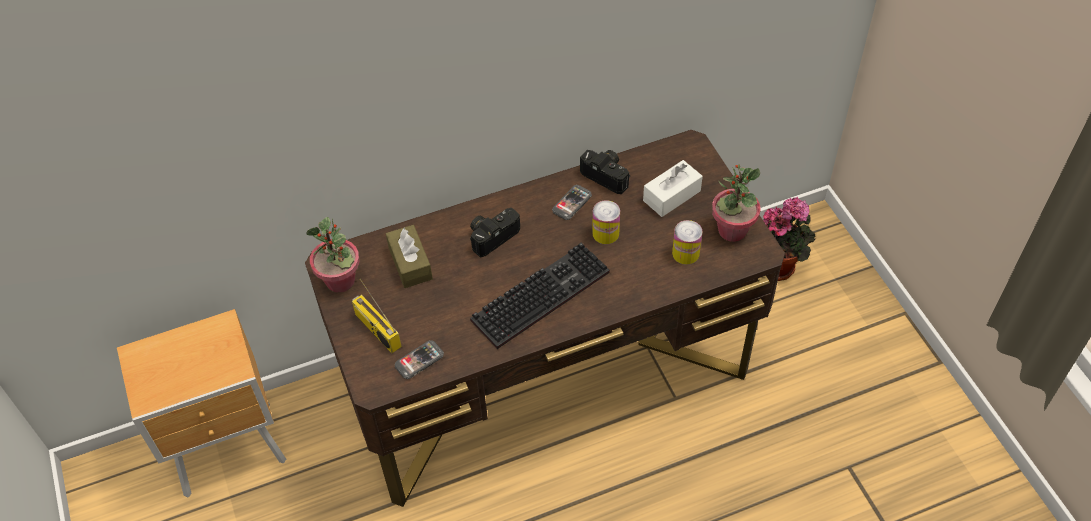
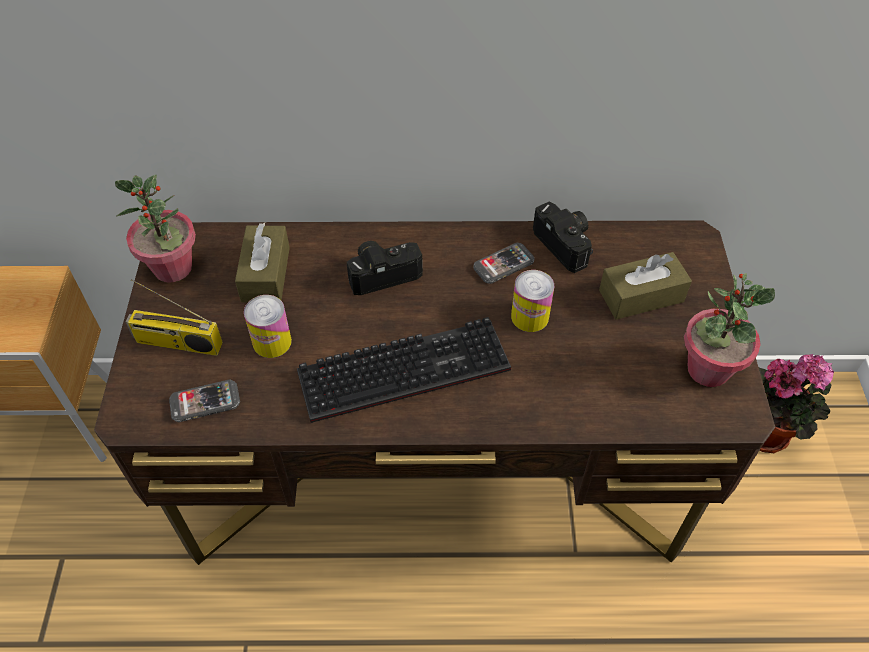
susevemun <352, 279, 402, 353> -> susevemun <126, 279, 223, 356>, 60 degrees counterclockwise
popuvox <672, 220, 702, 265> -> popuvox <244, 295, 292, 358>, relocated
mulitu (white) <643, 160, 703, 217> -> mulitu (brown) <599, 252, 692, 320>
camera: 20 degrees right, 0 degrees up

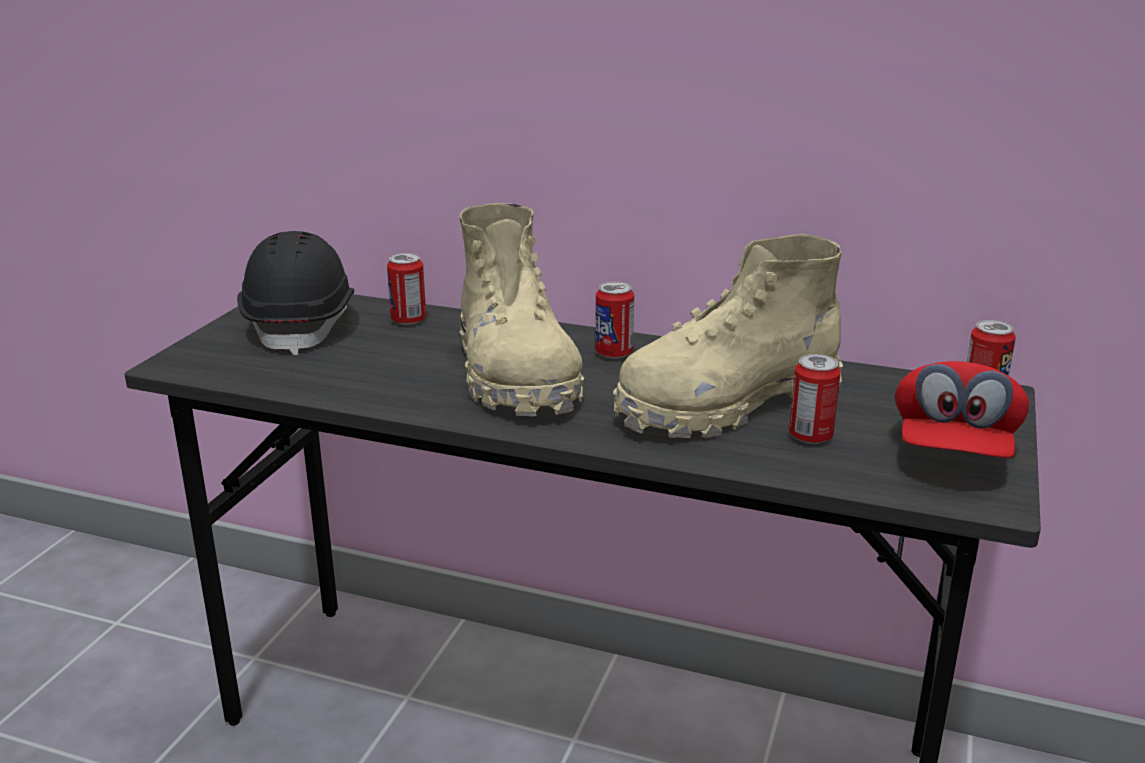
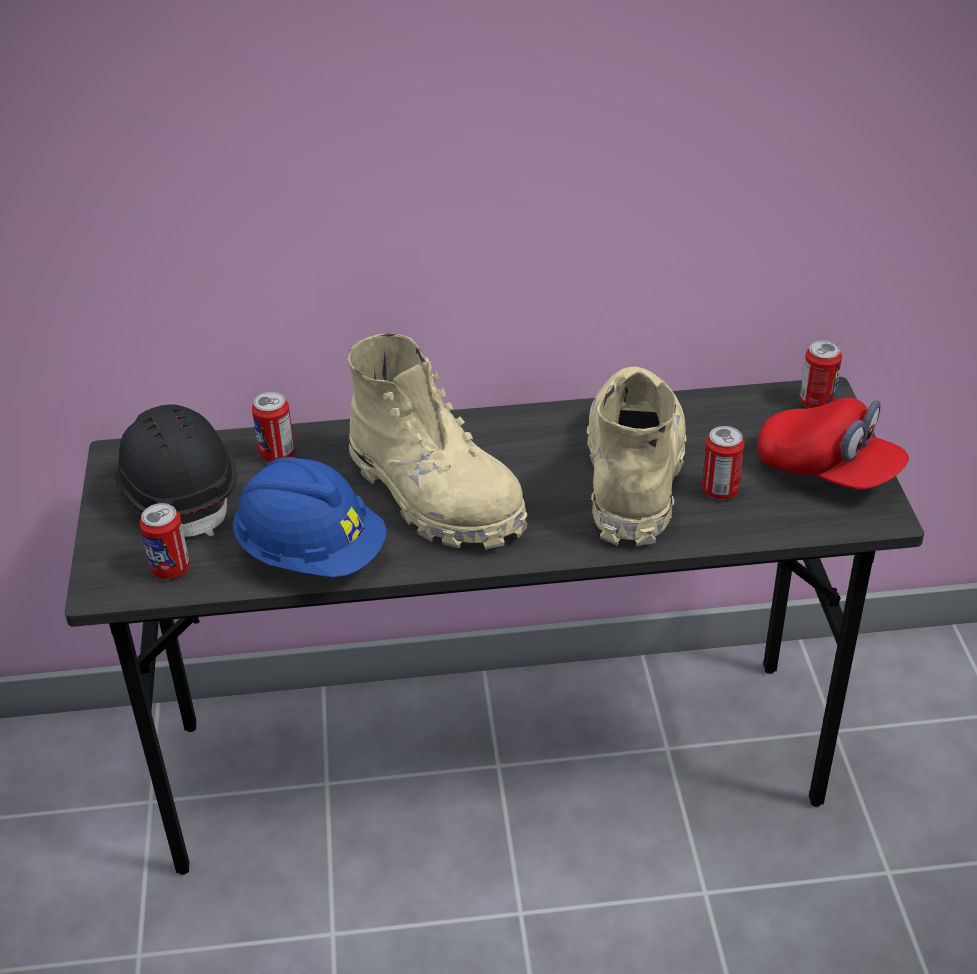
popuvox <595, 281, 634, 359> -> popuvox <140, 503, 190, 579>, relocated
none -> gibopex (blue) <233, 457, 387, 578>
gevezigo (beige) <613, 234, 843, 438> -> gevezigo (beige) <587, 367, 687, 546>, 150 degrees clockwise
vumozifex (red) <895, 361, 1029, 458> -> vumozifex (red) <757, 397, 909, 490>, 45 degrees counterclockwise
camera: 25 degrees left, 15 degrees up

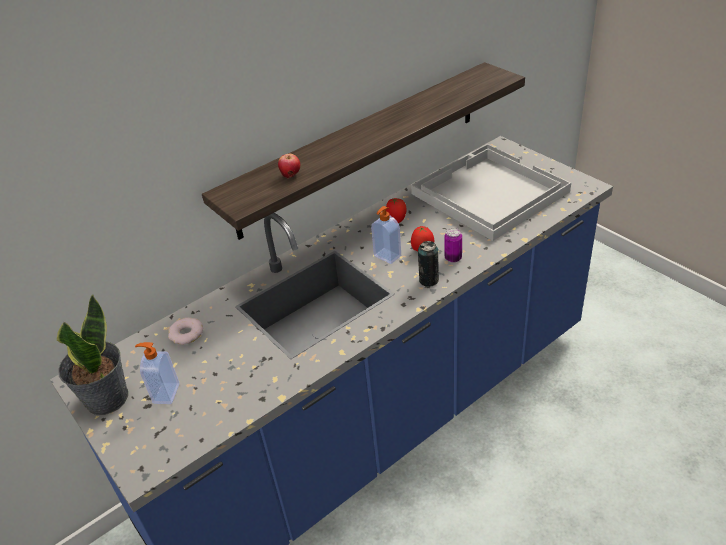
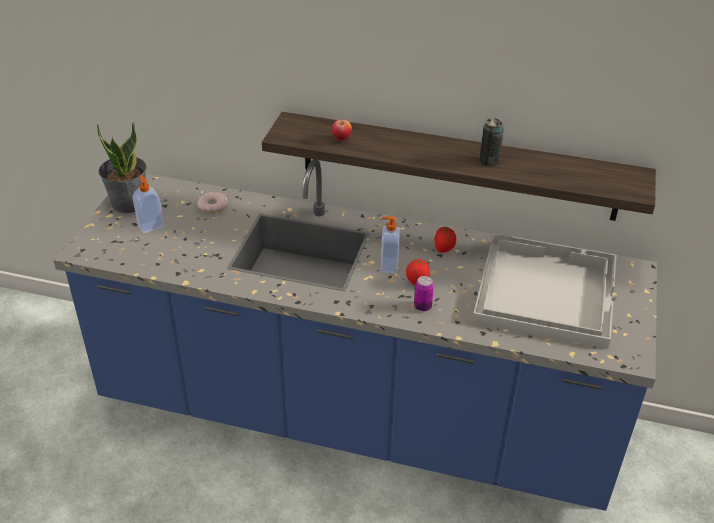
popuvox <418, 241, 439, 287> -> popuvox <479, 118, 504, 167>, relocated
camera: 50 degrees right, 0 degrees up

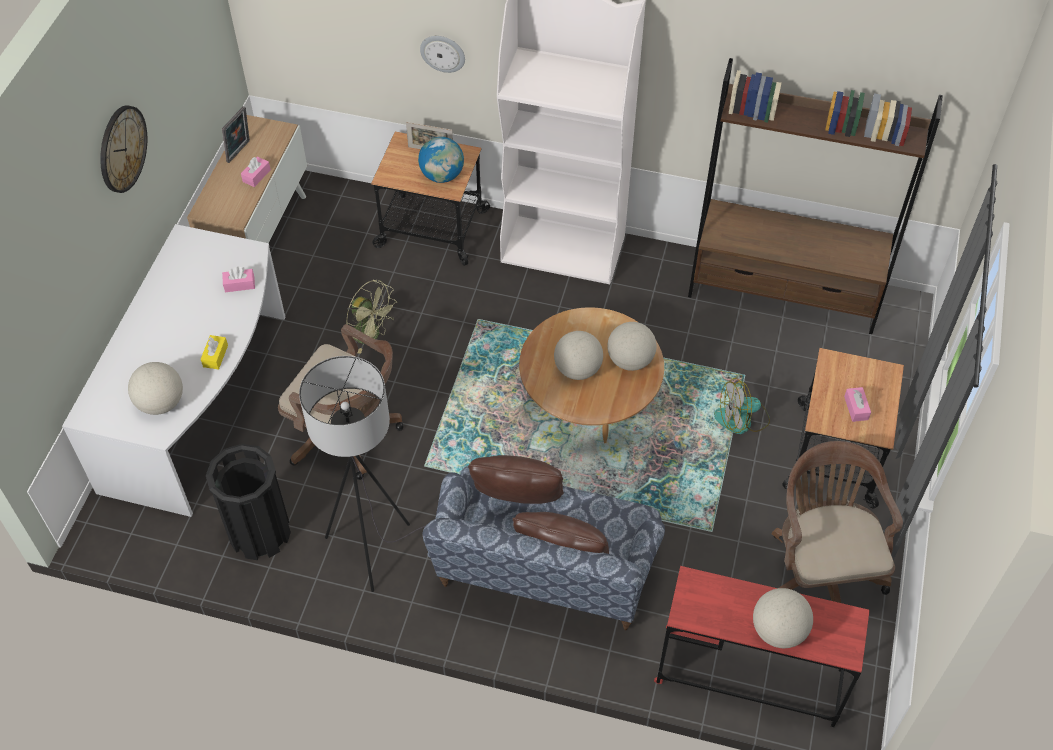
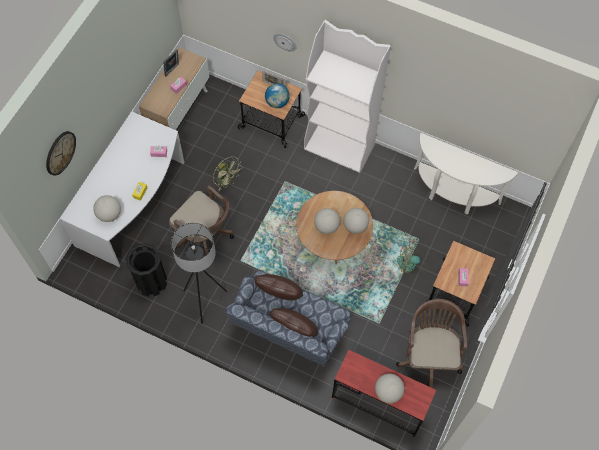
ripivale <100, 105, 147, 193> -> ripivale <46, 131, 76, 176>, relocated
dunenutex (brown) <688, 58, 943, 334> -> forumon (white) <414, 133, 518, 214>
camera: 10 degrees right, 10 degrees up

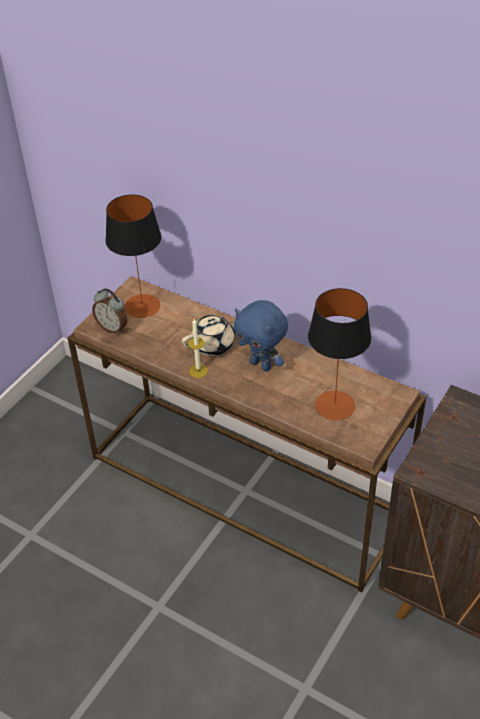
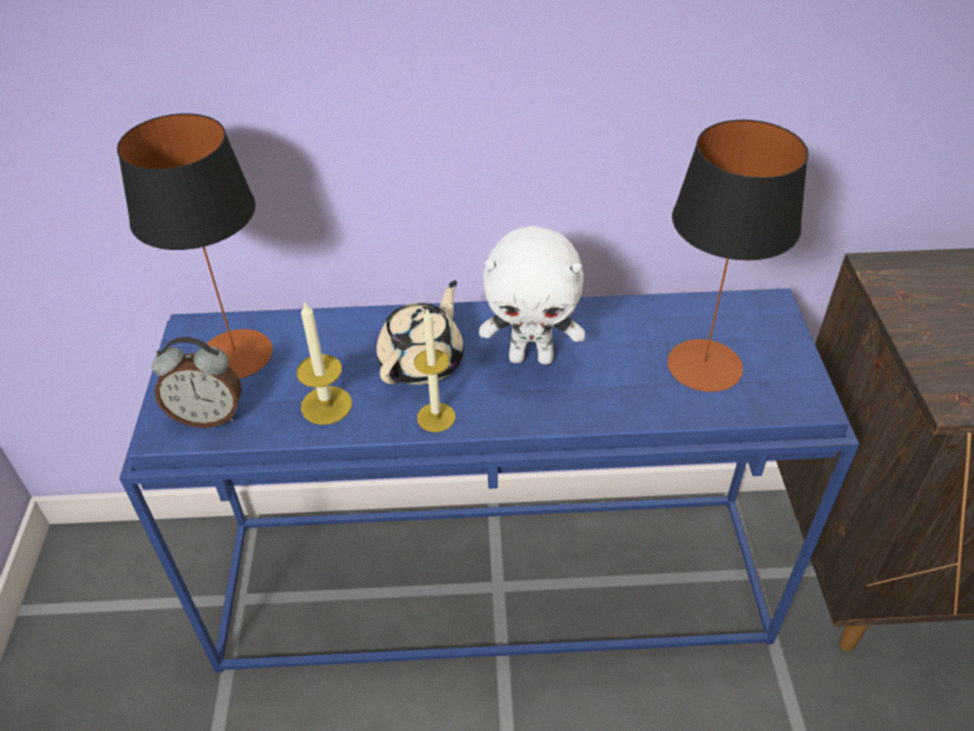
forumon (brown) <68, 276, 427, 593> -> forumon (blue) <119, 288, 859, 673>
none -> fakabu <296, 301, 352, 425>
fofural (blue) <234, 300, 288, 372> -> fofural (white) <479, 226, 585, 365>
camera: 35 degrees left, 0 degrees up

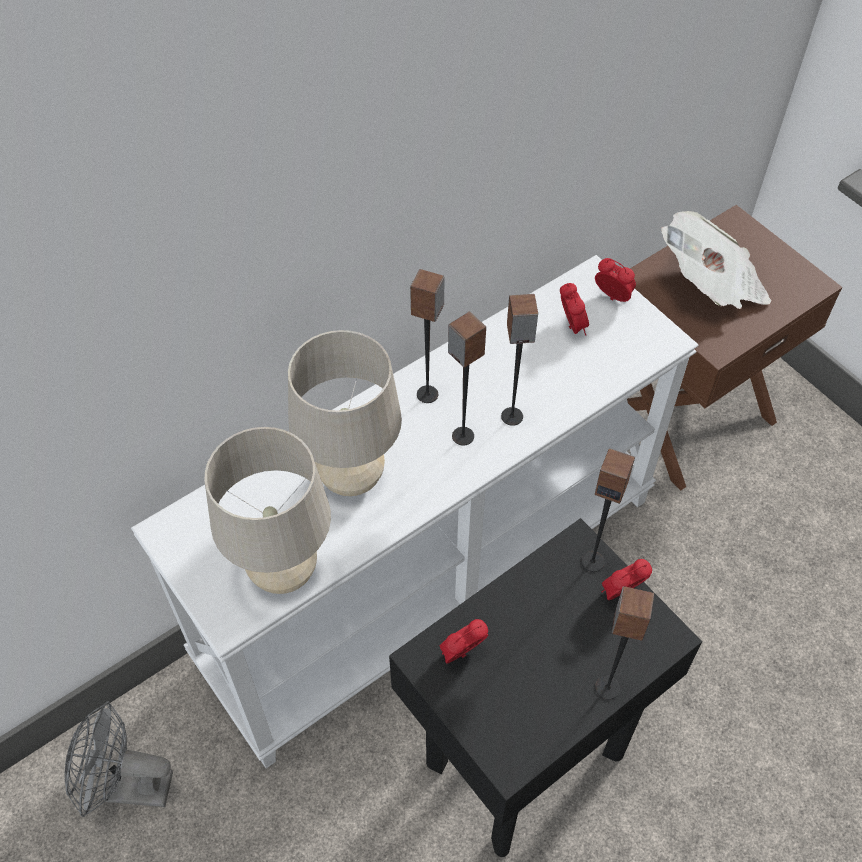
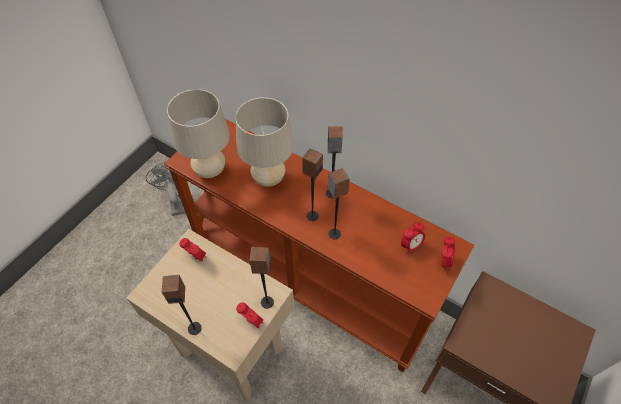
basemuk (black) <389, 518, 702, 857> -> basemuk (beige) <126, 229, 294, 400>
forumon (white) <131, 255, 699, 768> -> forumon (brown) <164, 119, 474, 372>
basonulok <661, 211, 771, 309> -> none
camera: 70 degrees right, 0 degrees up

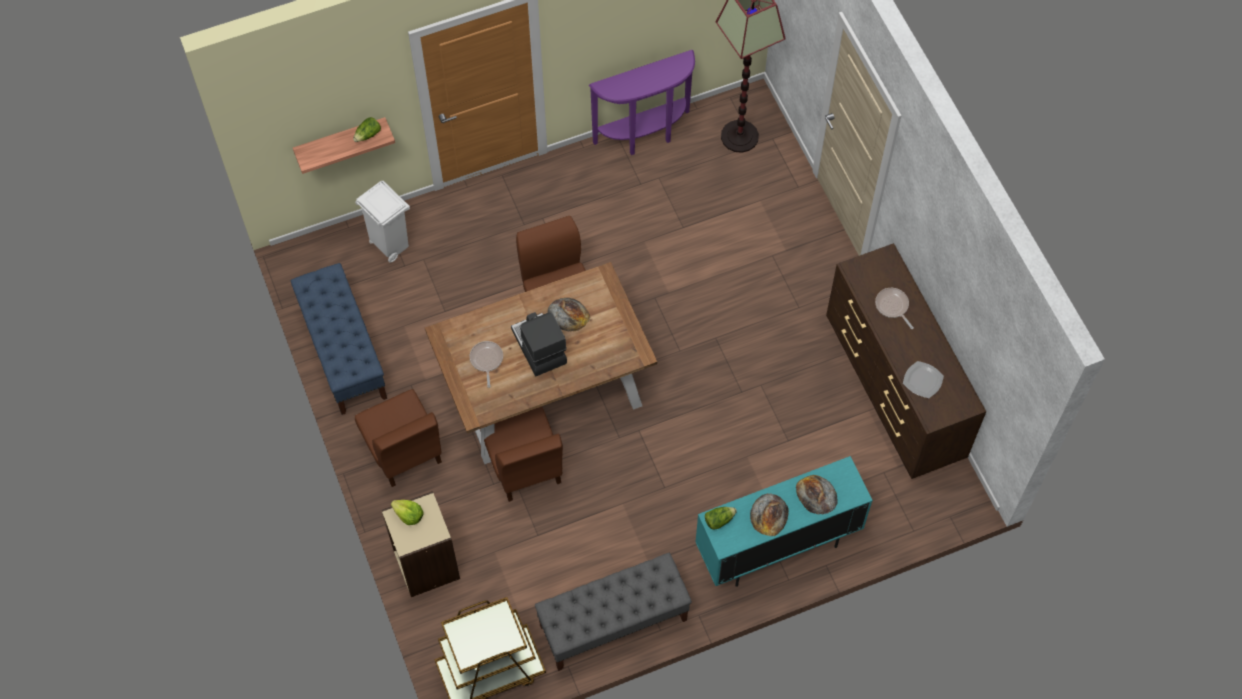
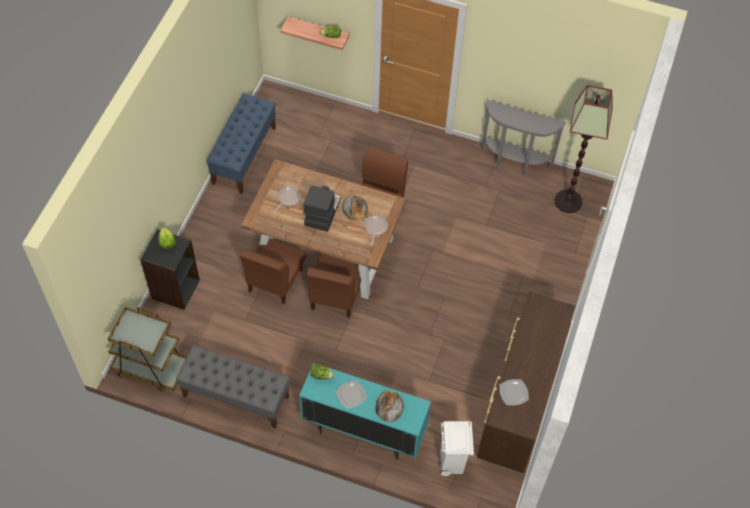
dunenutex (beige) <381, 491, 460, 597> -> dunenutex (black) <140, 229, 200, 310>
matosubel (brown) <355, 389, 442, 487> -> matosubel (brown) <306, 253, 361, 318>, relocated
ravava <750, 493, 789, 536> -> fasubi <336, 380, 367, 409>
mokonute <875, 288, 914, 329> -> mokonute <364, 215, 388, 246>, relocated
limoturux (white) <355, 181, 410, 262> -> limoturux (white) <440, 421, 474, 476>, relocated
forumon (purple) <589, 50, 695, 155> -> forumon (grey) <481, 100, 566, 176>
camera: 40 degrees right, 5 degrees down

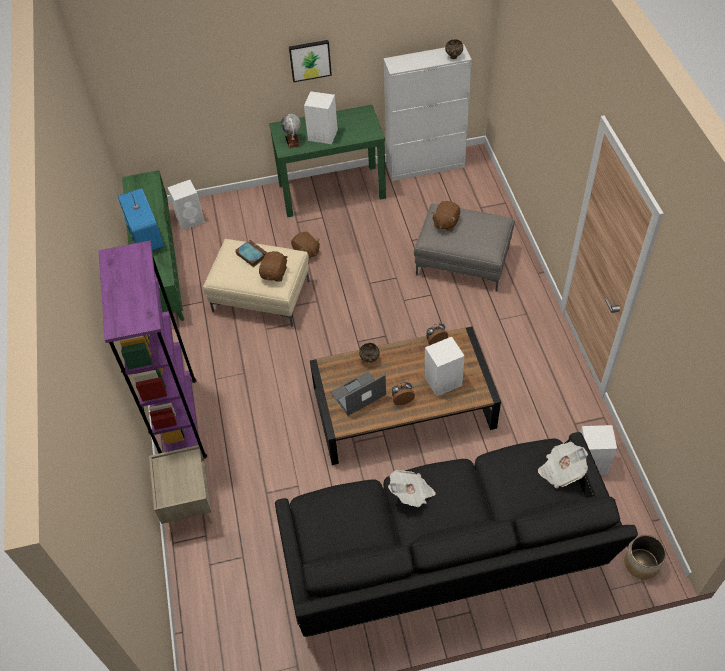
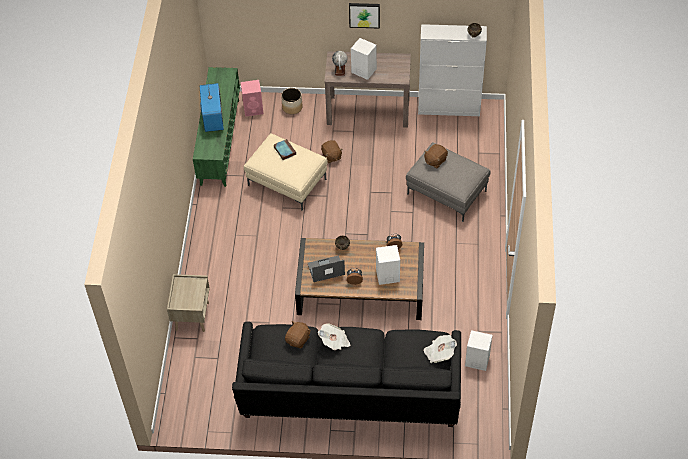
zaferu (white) <167, 180, 205, 230> -> zaferu (pink) <241, 80, 263, 117>
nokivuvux <625, 535, 666, 580> -> nokivuvux <281, 88, 302, 114>, relocated
fofural (brown) <259, 251, 287, 282> -> fofural (brown) <285, 321, 311, 348>, relocated
forumon (green) <269, 105, 386, 217> -> forumon (brown) <324, 51, 411, 128>
dunenutex (purple) <99, 241, 207, 459> -> none
camera: 15 degrees right, 0 degrees up

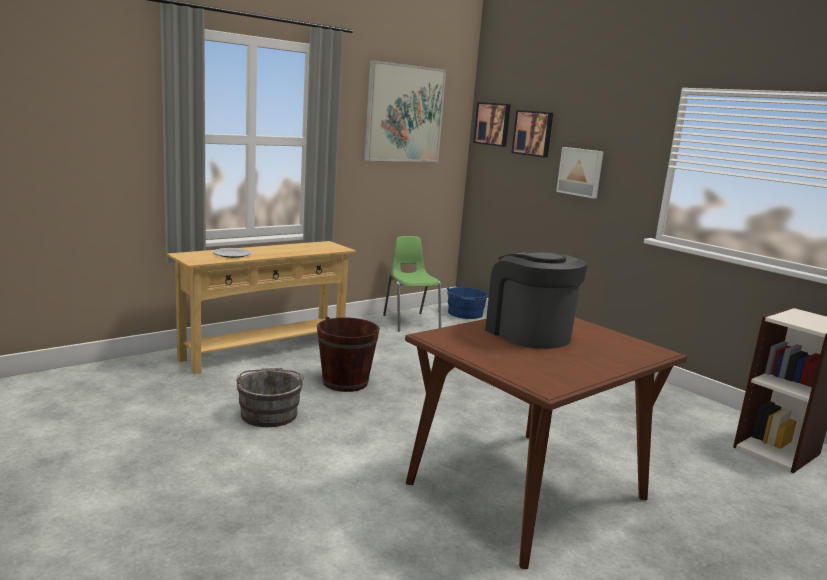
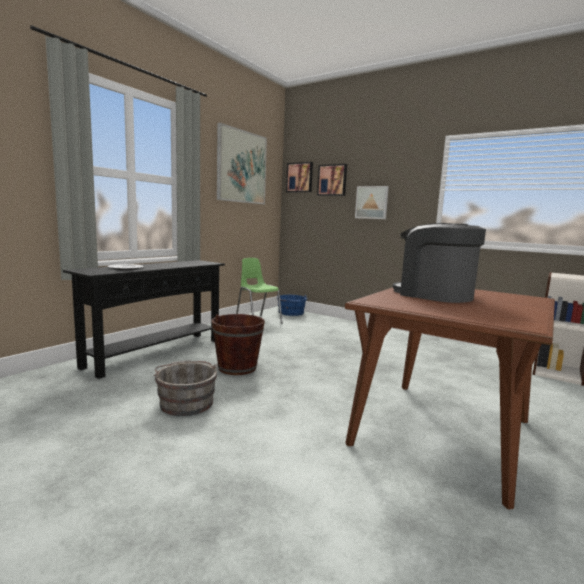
forumon (beige) <167, 241, 356, 374> -> forumon (black) <63, 260, 225, 379>
camera: 15 degrees left, 5 degrees down

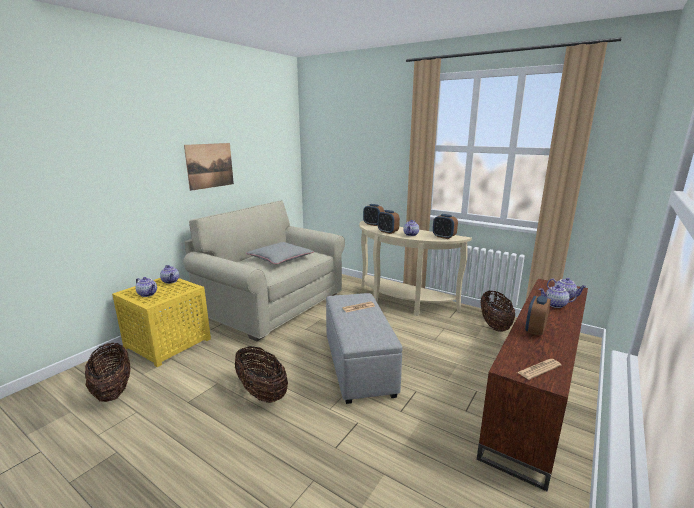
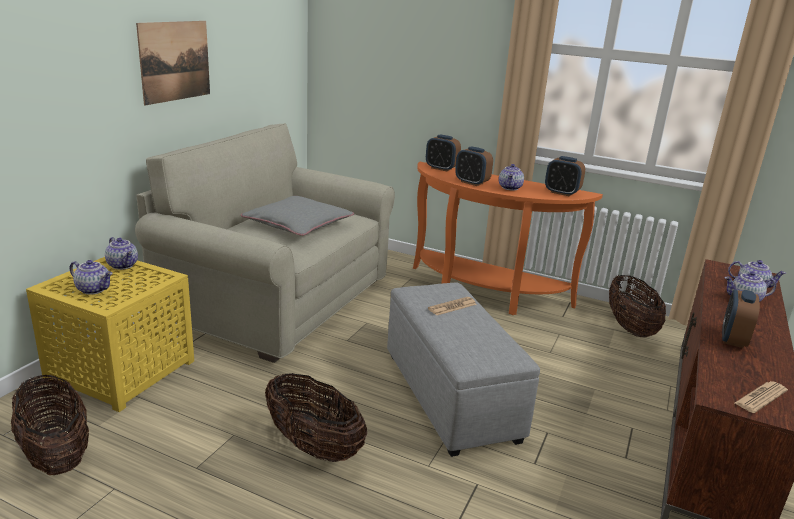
forumon (beige) <359, 221, 472, 316> -> forumon (orange) <413, 162, 603, 315>
camera: 10 degrees left, 5 degrees up

